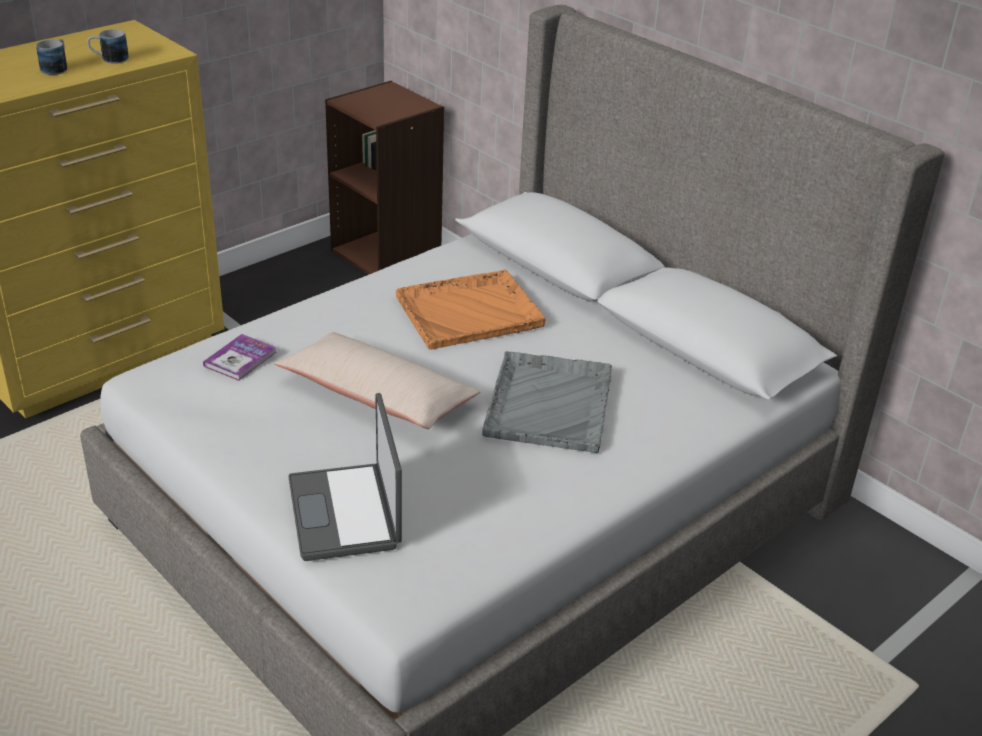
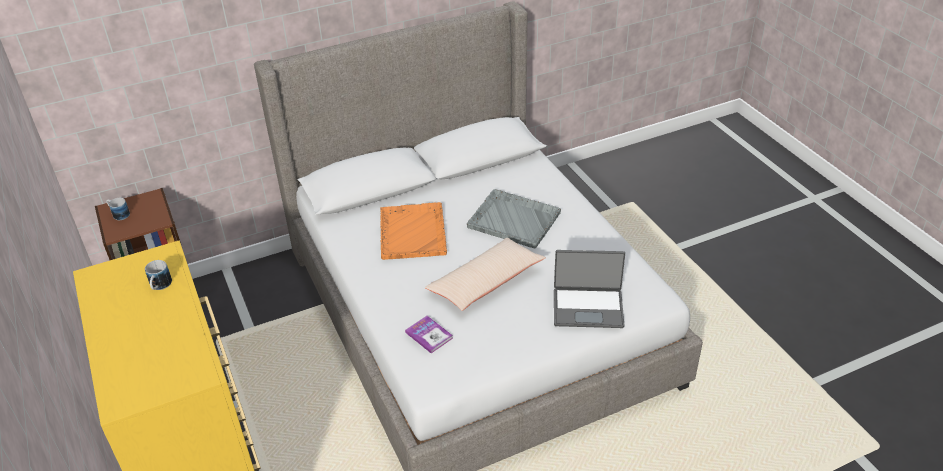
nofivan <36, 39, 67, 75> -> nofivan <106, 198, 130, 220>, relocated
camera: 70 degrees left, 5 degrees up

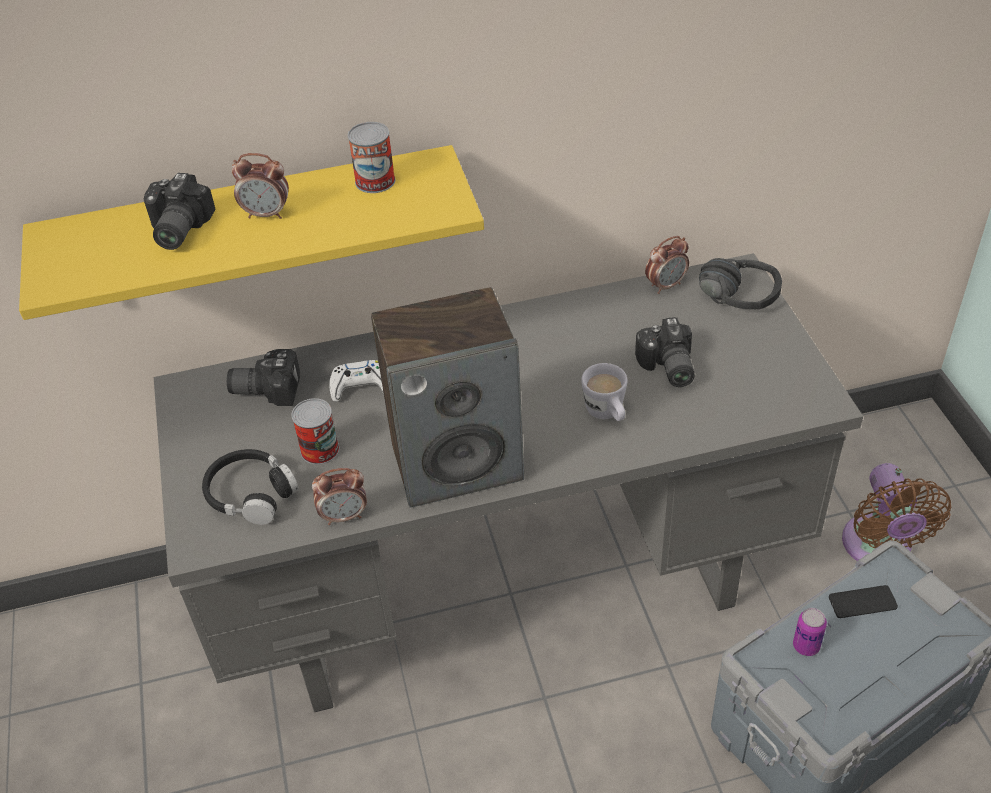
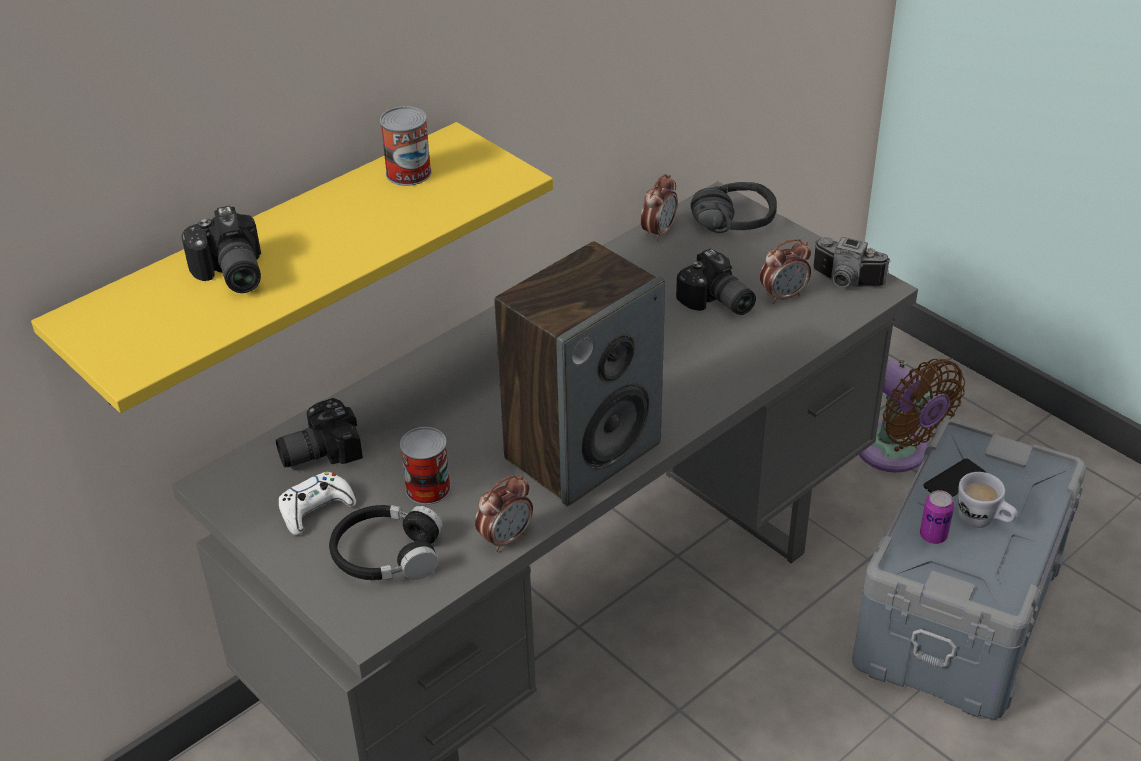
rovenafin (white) <329, 360, 384, 402> -> rovenafin (white) <279, 472, 356, 535>, relocated
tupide <232, 153, 289, 219> -> tupide <760, 239, 811, 304>, relocated
none -> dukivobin <813, 237, 890, 287>
nofivan (white) <581, 363, 627, 421> -> nofivan (white) <958, 472, 1018, 528>, relocated
camera: 30 degrees left, 5 degrees down

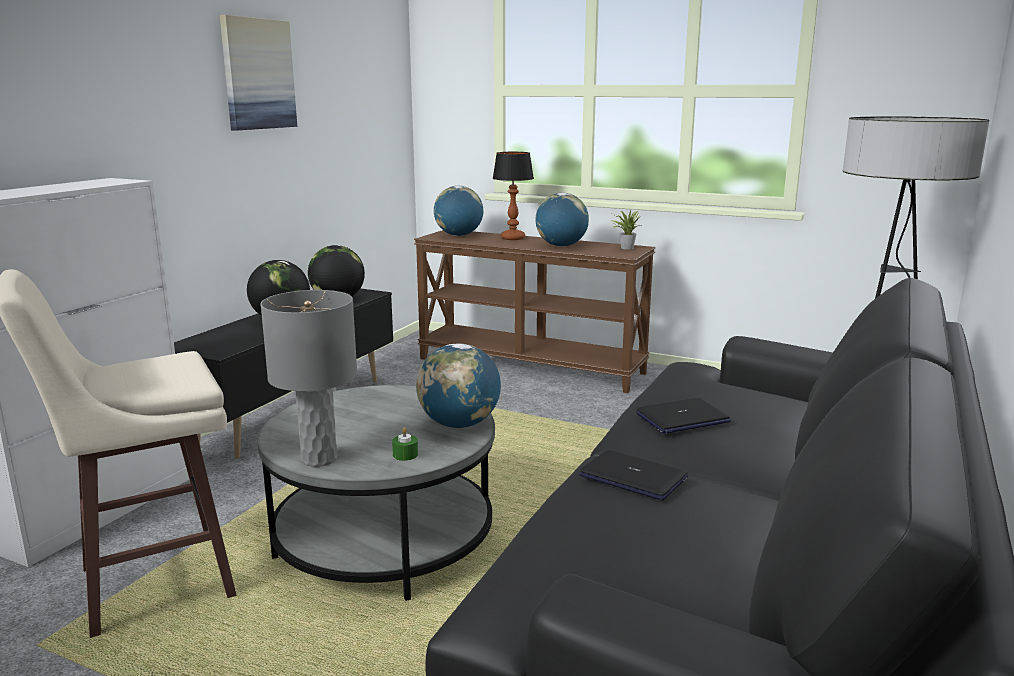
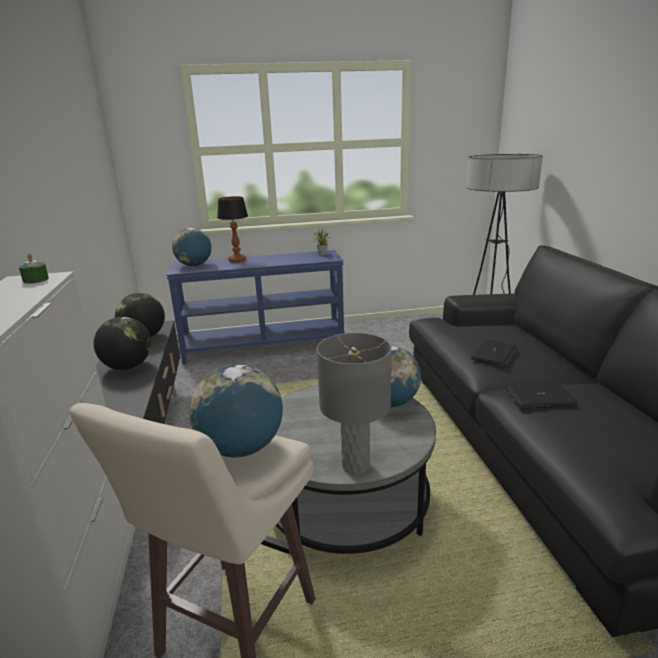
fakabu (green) <392, 427, 418, 461> -> fakabu (green) <19, 253, 49, 284>, relocated
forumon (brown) <414, 230, 656, 393> -> forumon (blue) <166, 250, 345, 364>
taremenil <535, 193, 589, 246> -> taremenil <190, 364, 283, 457>, relocated
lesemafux <220, 15, 297, 131> -> none
camera: 35 degrees left, 5 degrees up

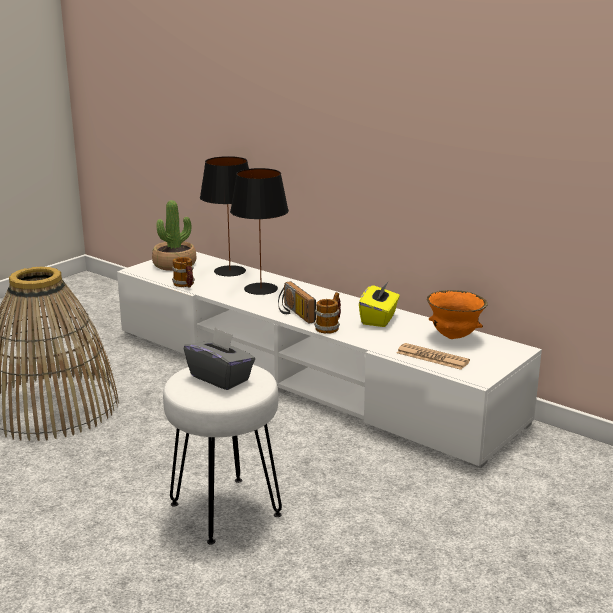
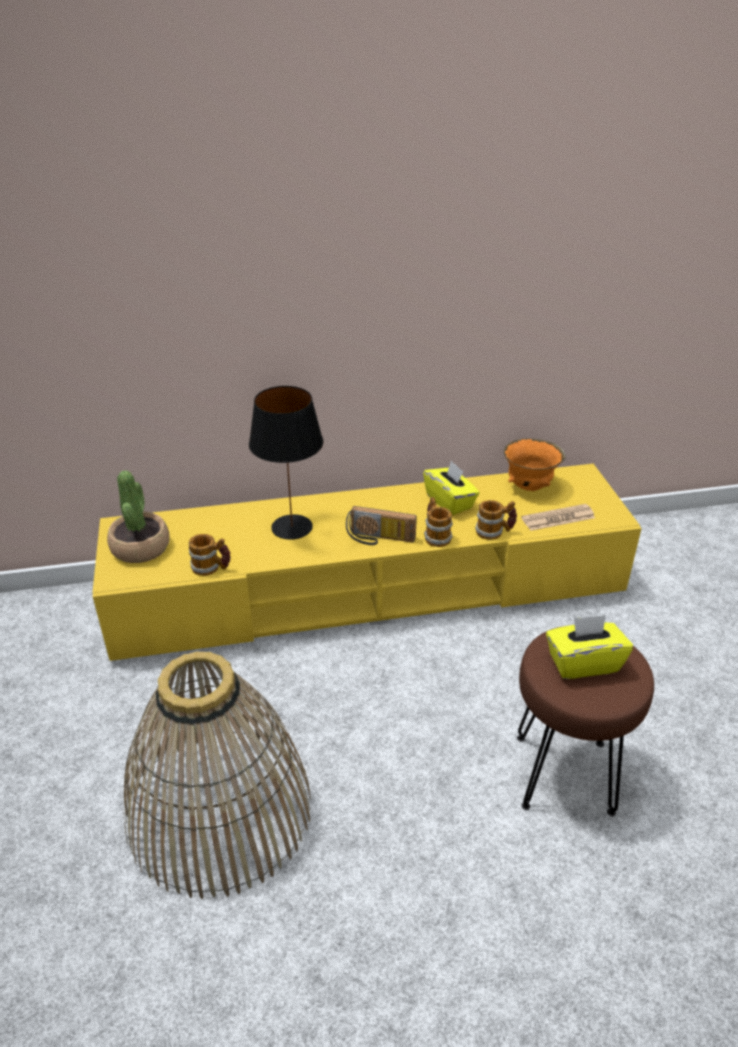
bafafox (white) <117, 252, 542, 468> -> bafafox (yellow) <92, 464, 642, 661>
none -> nofivan <475, 500, 517, 540>
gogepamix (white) <163, 365, 282, 544> -> gogepamix (brown) <517, 626, 654, 816>
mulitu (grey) <184, 328, 255, 390> -> mulitu (yellow) <546, 615, 633, 679>
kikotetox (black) <200, 156, 249, 276> -> none
camera: 50 degrees left, 15 degrees up

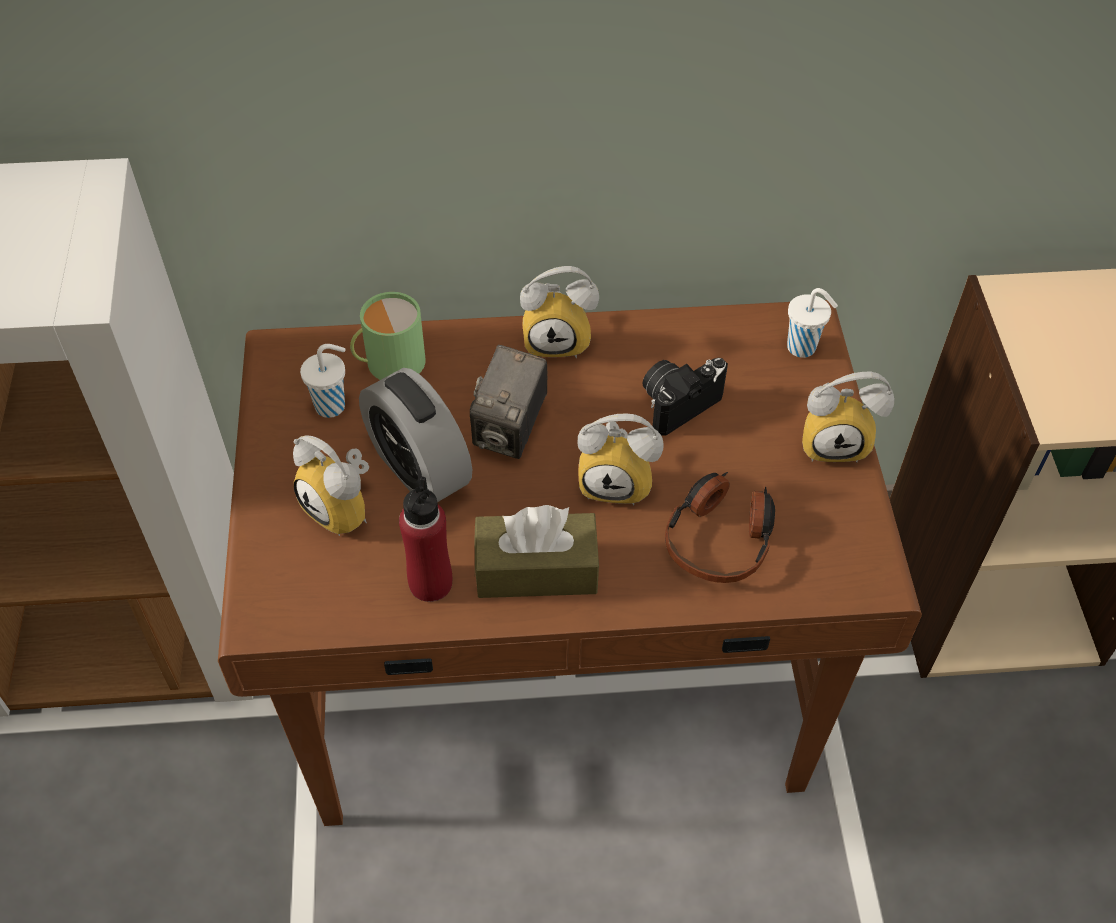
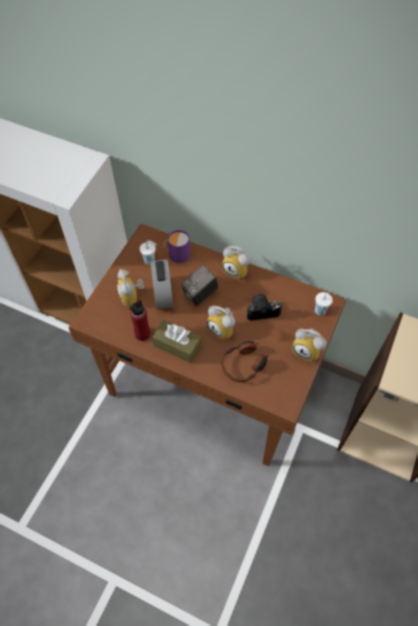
nofivan (green) <350, 292, 426, 380> -> nofivan (purple) <163, 230, 190, 263>
camera: 30 degrees right, 5 degrees up

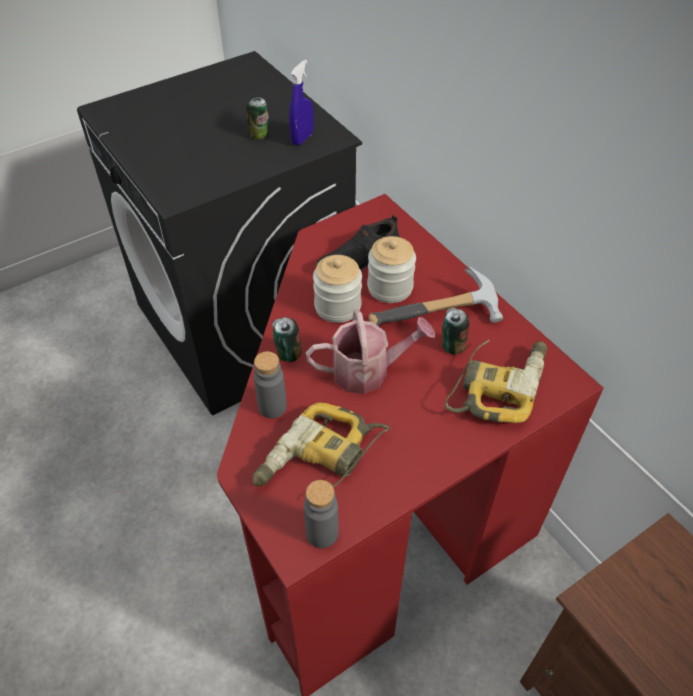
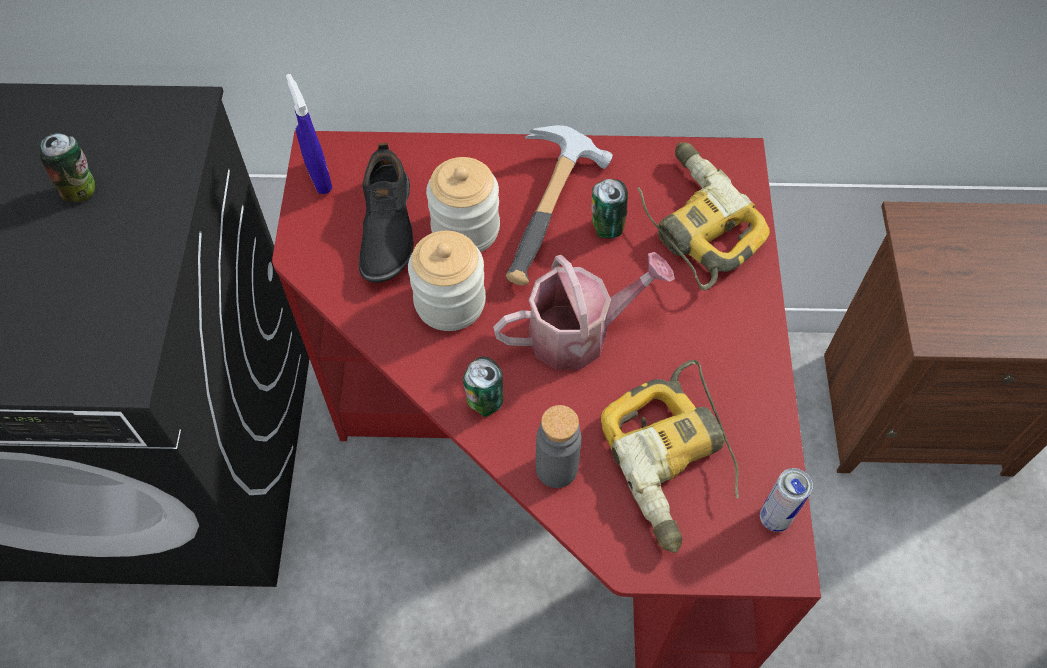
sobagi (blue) <289, 59, 313, 146> -> sobagi (blue) <286, 74, 332, 194>, relocated
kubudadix <306, 309, 435, 394> -> kubudadix <493, 252, 675, 370>, 45 degrees clockwise
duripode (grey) <304, 480, 339, 548> -> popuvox <760, 468, 813, 532>
camera: 55 degrees left, 10 degrees up

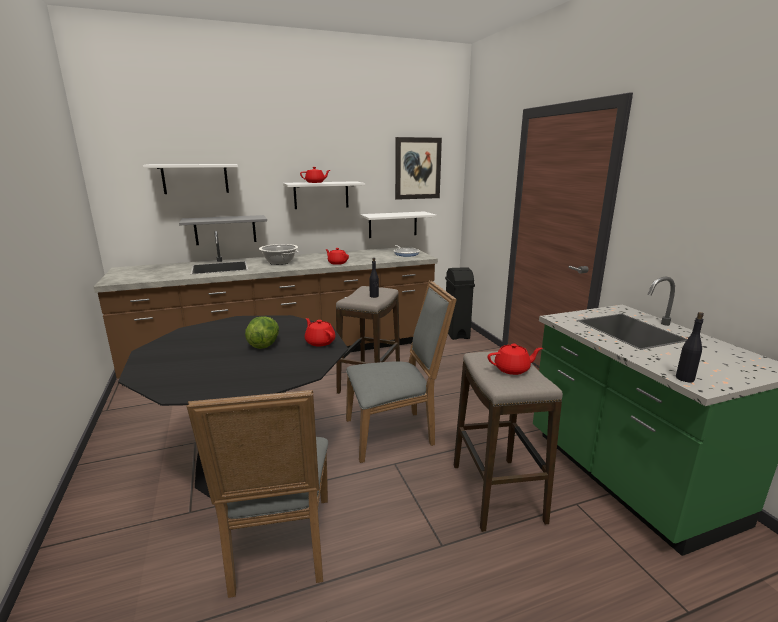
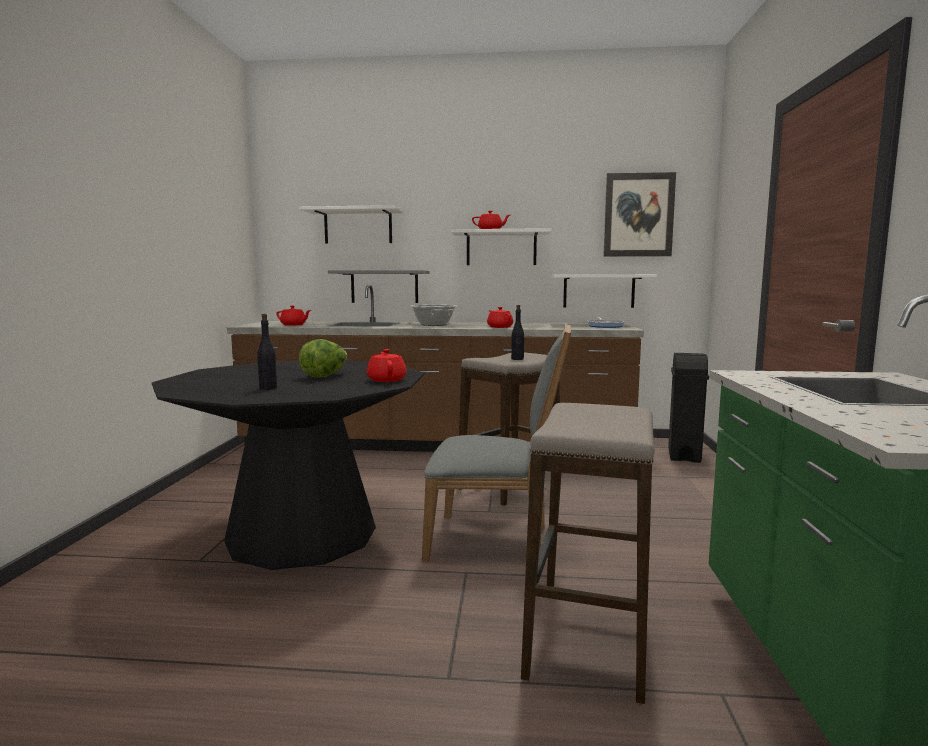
duripode (black) <676, 312, 704, 382> -> duripode (black) <257, 314, 277, 390>, relocated
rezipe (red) <488, 344, 542, 375> -> rezipe (red) <276, 306, 311, 326>, relocated
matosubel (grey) <187, 390, 328, 598> -> none
camera: 25 degrees right, 10 degrees down

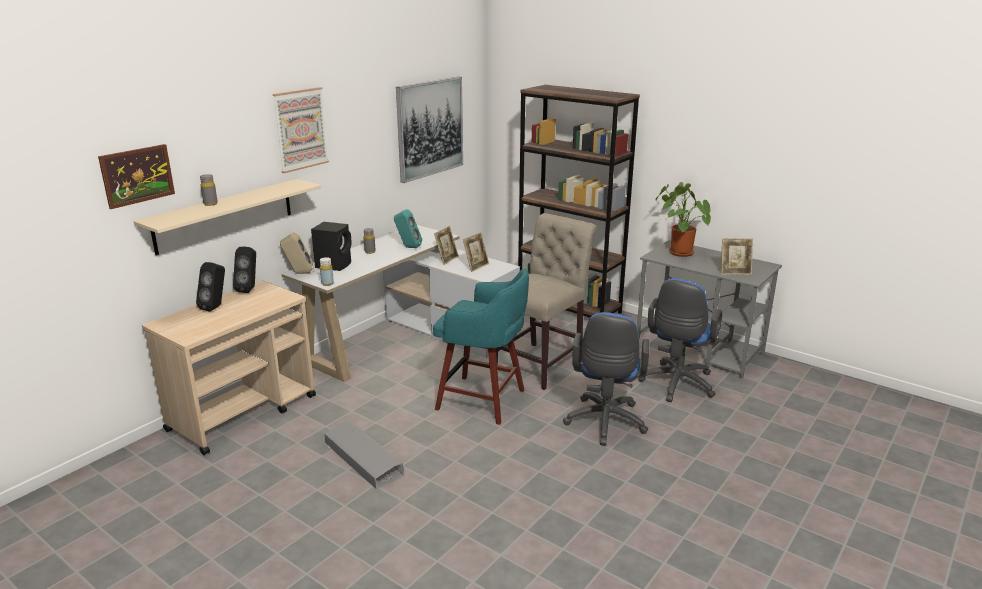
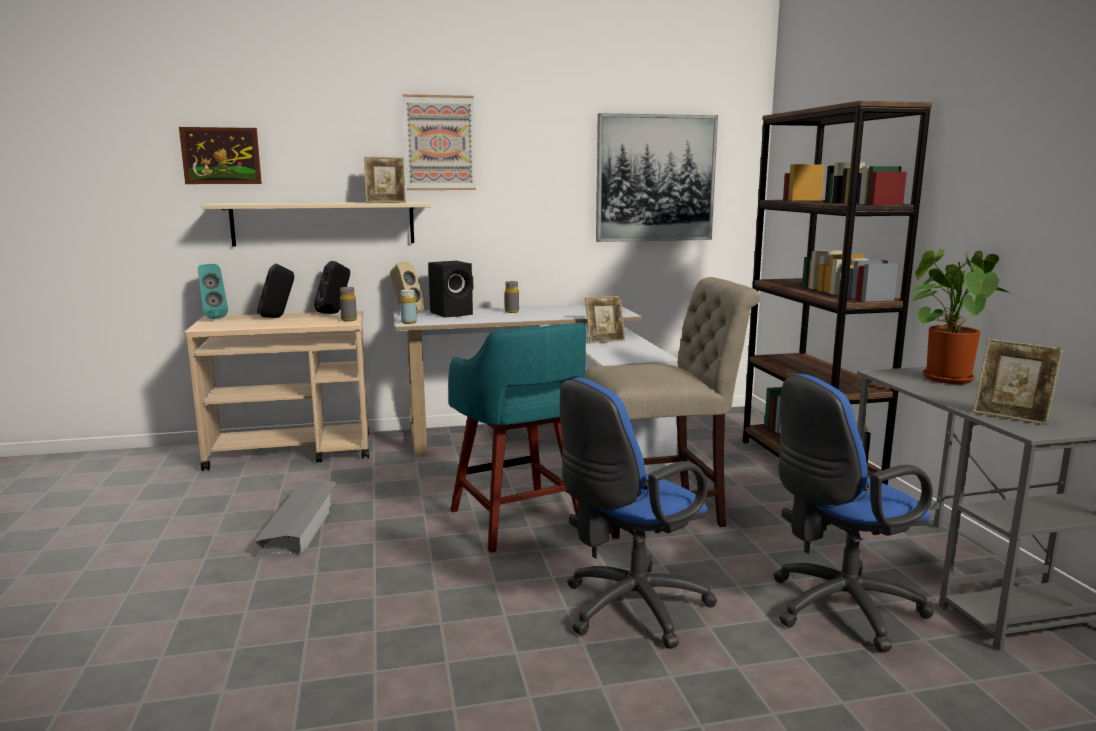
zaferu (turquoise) <394, 209, 422, 248> -> zaferu (turquoise) <198, 264, 228, 319>, relocated
duripode (grey) <200, 174, 218, 206> -> duripode (grey) <340, 287, 357, 321>, relocated
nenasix <463, 232, 489, 272> -> nenasix <364, 157, 406, 203>, relocated
camera: 40 degrees right, 10 degrees down

